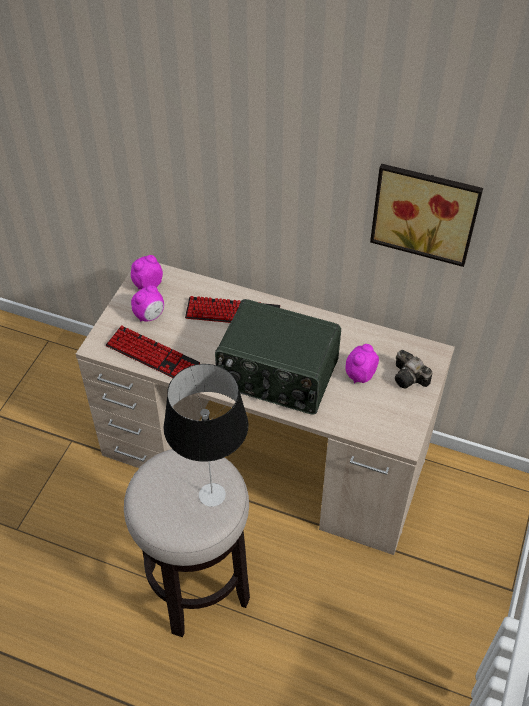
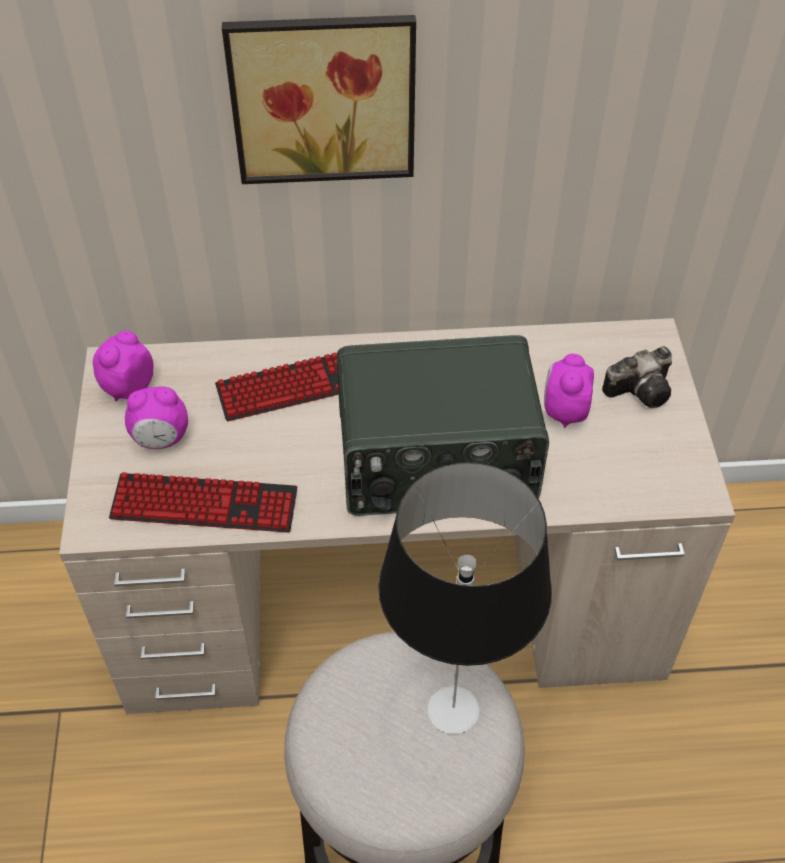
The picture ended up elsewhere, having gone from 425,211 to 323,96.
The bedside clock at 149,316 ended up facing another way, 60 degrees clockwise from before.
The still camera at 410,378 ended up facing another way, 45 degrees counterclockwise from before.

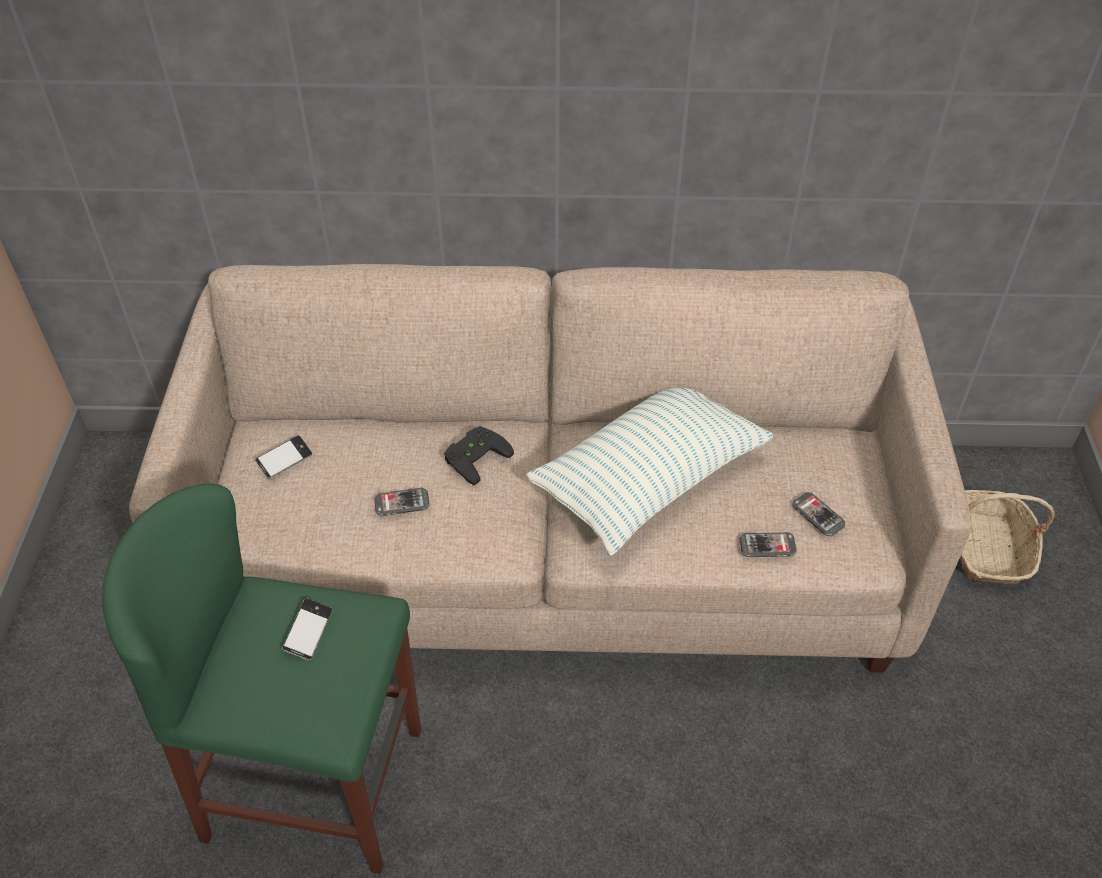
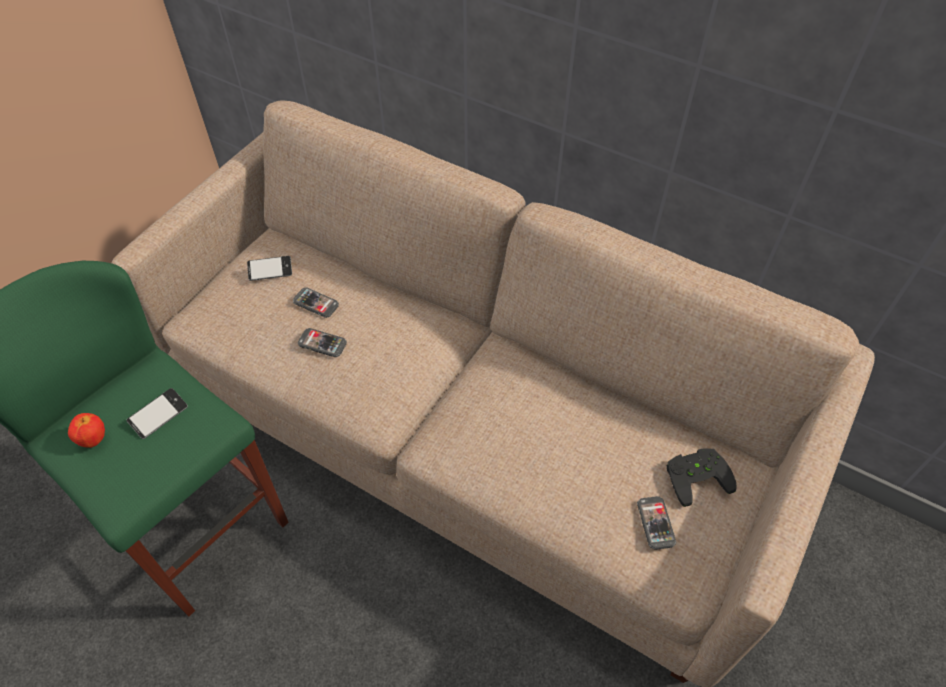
The second view lost the throw pillow at 649,478.
The second view lost the basket at 987,548.
The second view gained the apple at 93,439.
The black joypad ended up elsewhere, having gone from 474,455 to 696,475.
The phone ended up elsewhere, having gone from 767,546 to 316,303.

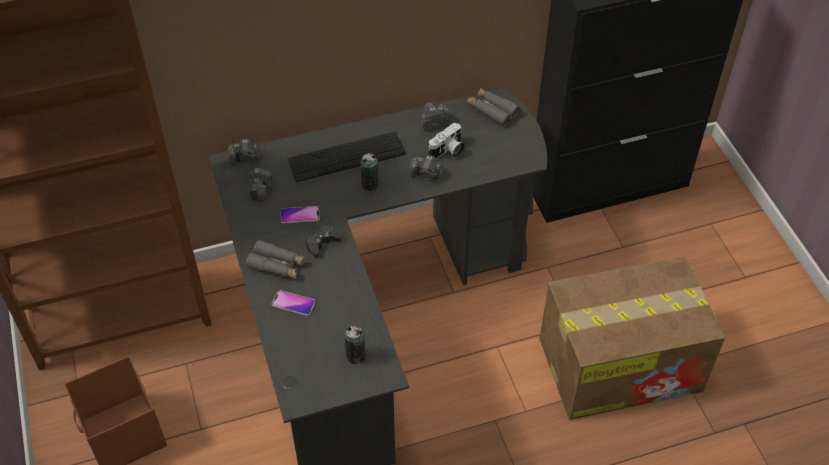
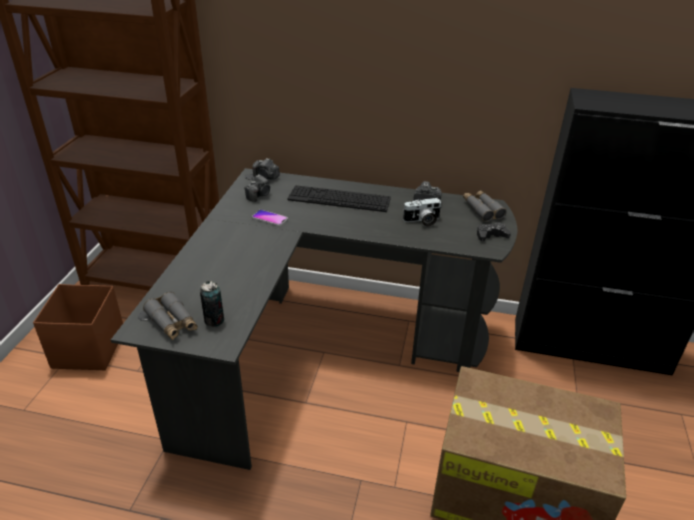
The second view lost the phone at 293,303.
The second view lost the can at 370,185.
The second view lost the still camera at 426,175.
The grey pair of binoculars ended up elsewhere, having gone from 277,265 to 172,322.
The black joypad ended up elsewhere, having gone from 322,243 to 491,235.

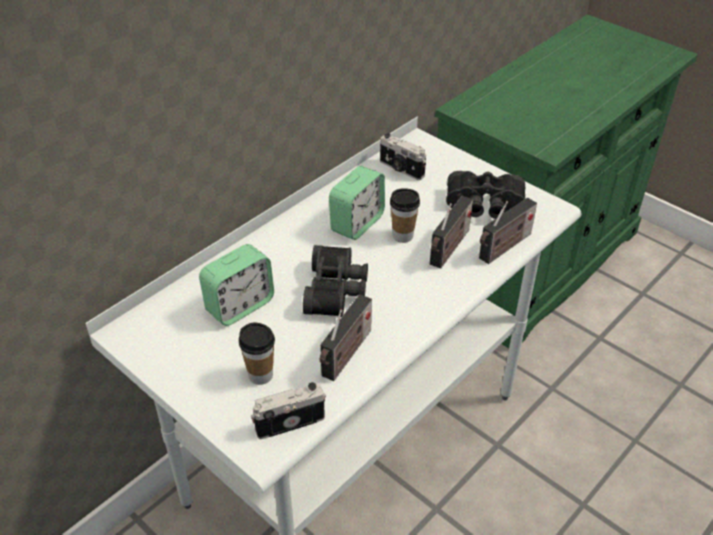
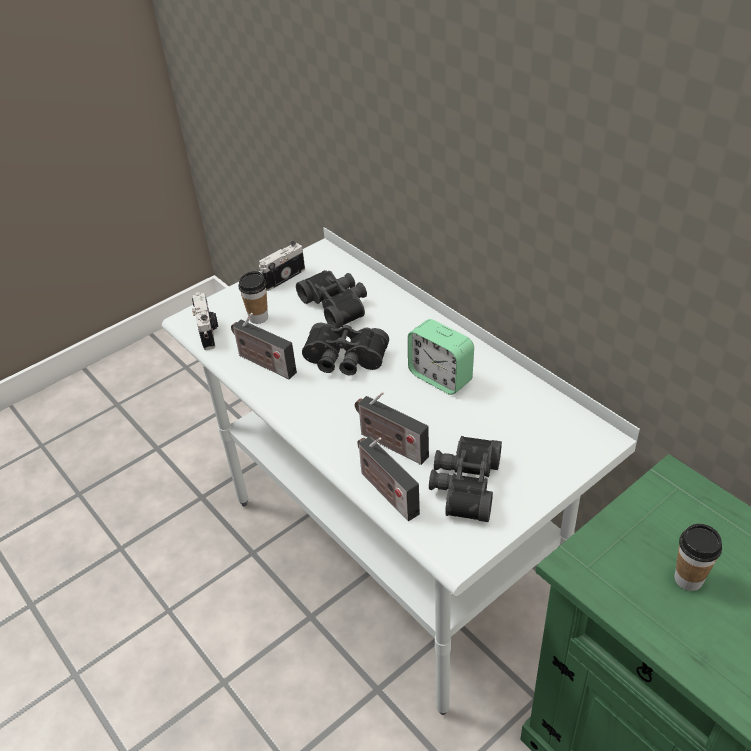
The still camera ended up elsewhere, having gone from 400,169 to 282,277.
The small cup ended up elsewhere, having gone from 403,236 to 688,579.
Where the bedside clock stood at 240,306, the black pair of binoculars came to stand at 337,305.

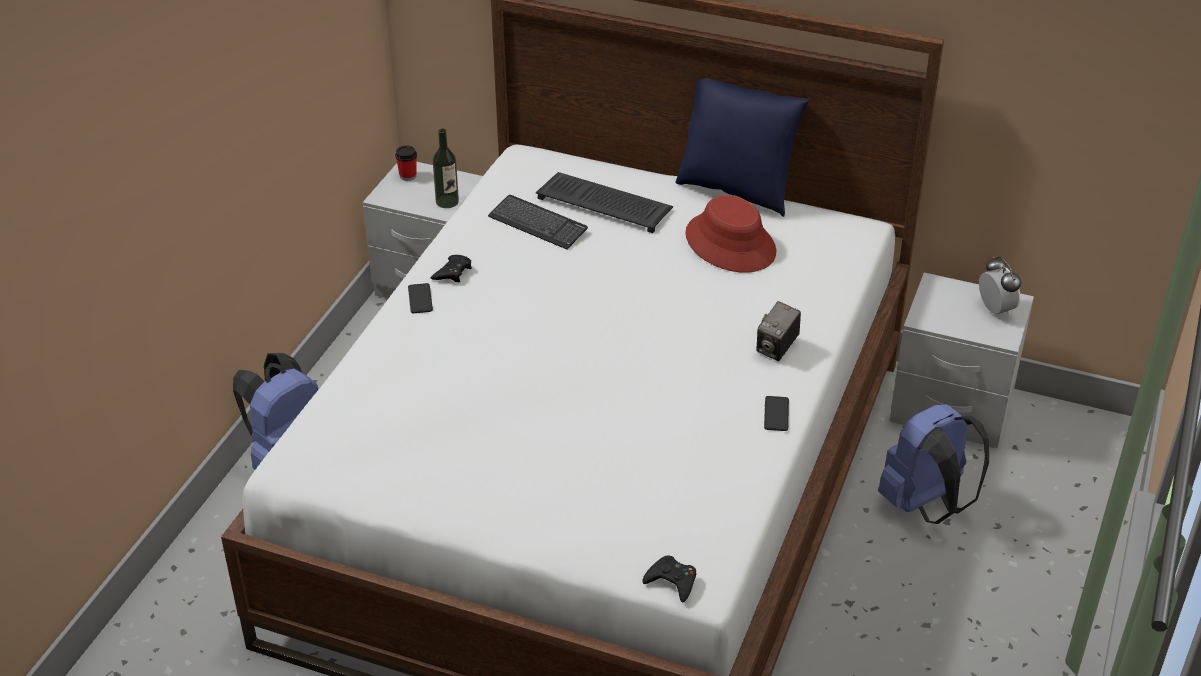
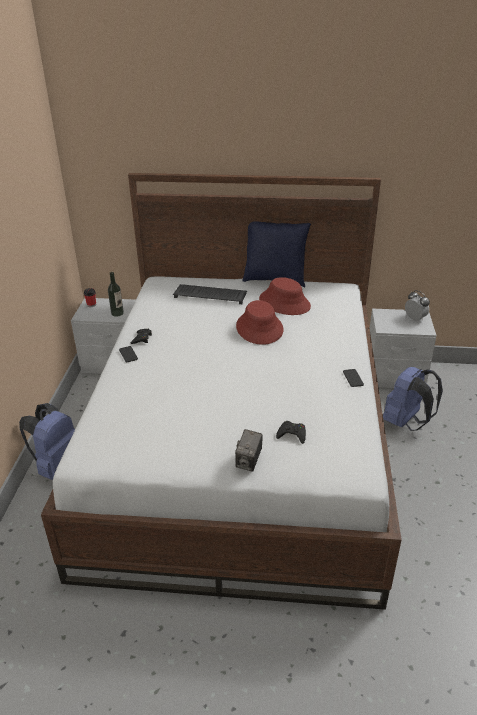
The second view lost the keyboard at 538,224.
The second view gained the red wearable hat at 259,328.
The black joypad ended up elsewhere, having gone from 672,581 to 292,434.
The still camera ended up elsewhere, having gone from 777,349 to 249,462.

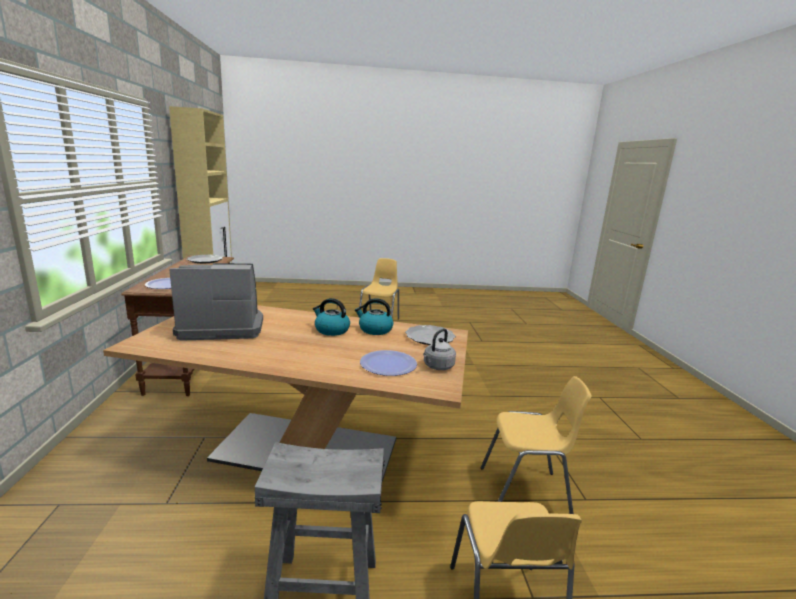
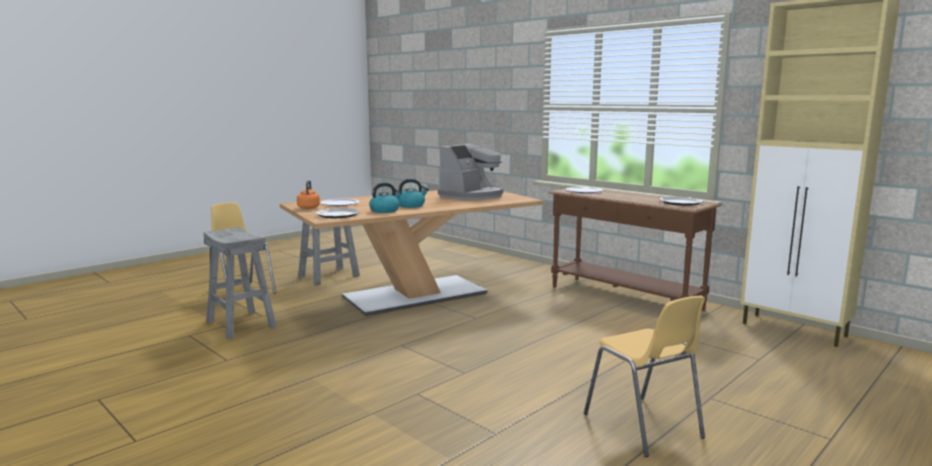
Where the yellowish upright chair stood at 525,492, the grey stool seat came to stand at 240,324.
What was the grey tea kettle at 437,367 turned into the orangey tea kettle at 309,207.

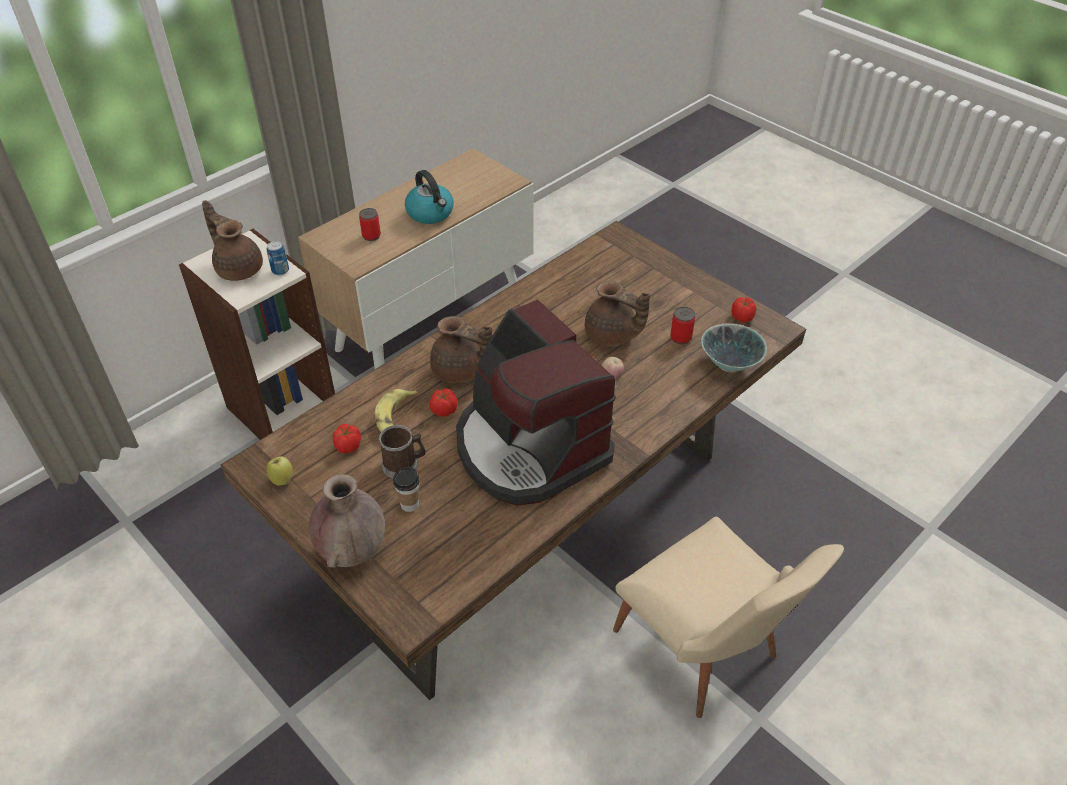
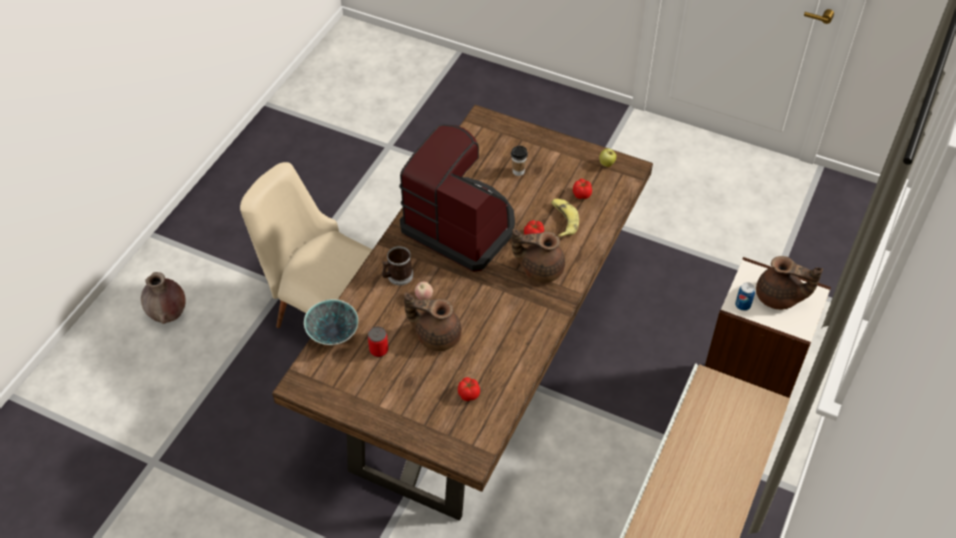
The second view lost the can at 371,236.
The second view lost the tea kettle at 431,213.
The brownish vase ended up elsewhere, having gone from 353,552 to 168,315.
The coffee mug ended up elsewhere, having gone from 404,464 to 397,276.
The whole tomato ended up elsewhere, having gone from 742,317 to 468,394.

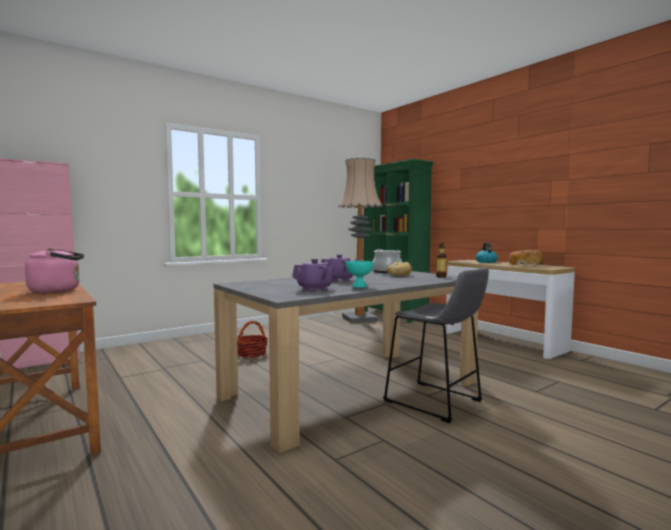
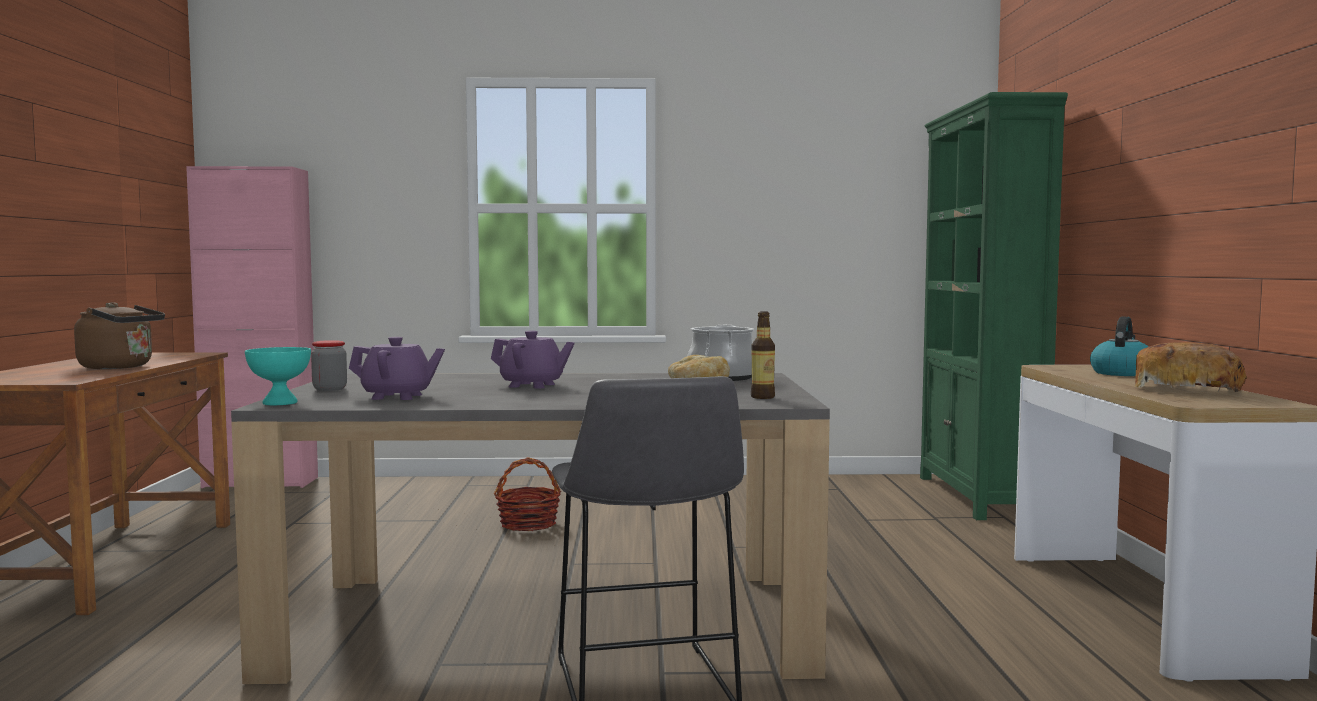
The second view lost the floor lamp at 359,319.
The second view gained the storage jar at 329,389.
The blue-green deep dish ended up elsewhere, having gone from 360,286 to 280,403.
What was the pink tea kettle at 58,290 turned into the brownish tea kettle at 120,367.

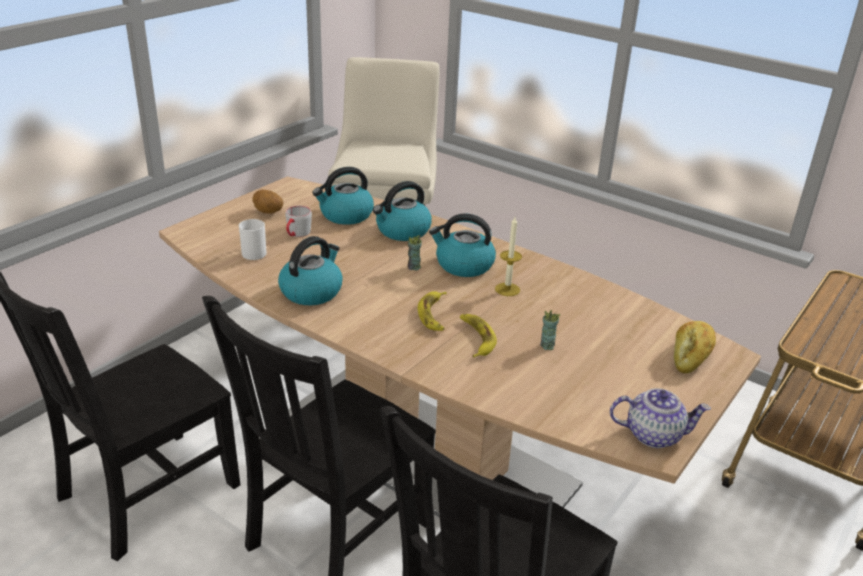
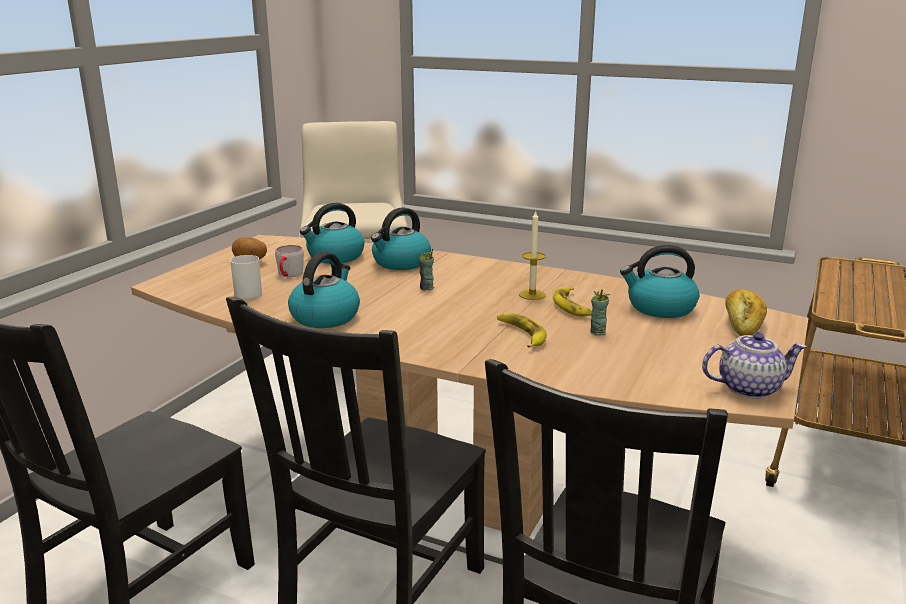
The banana ended up elsewhere, having gone from 434,315 to 572,306.
The tea kettle ended up elsewhere, having gone from 463,265 to 660,308.

